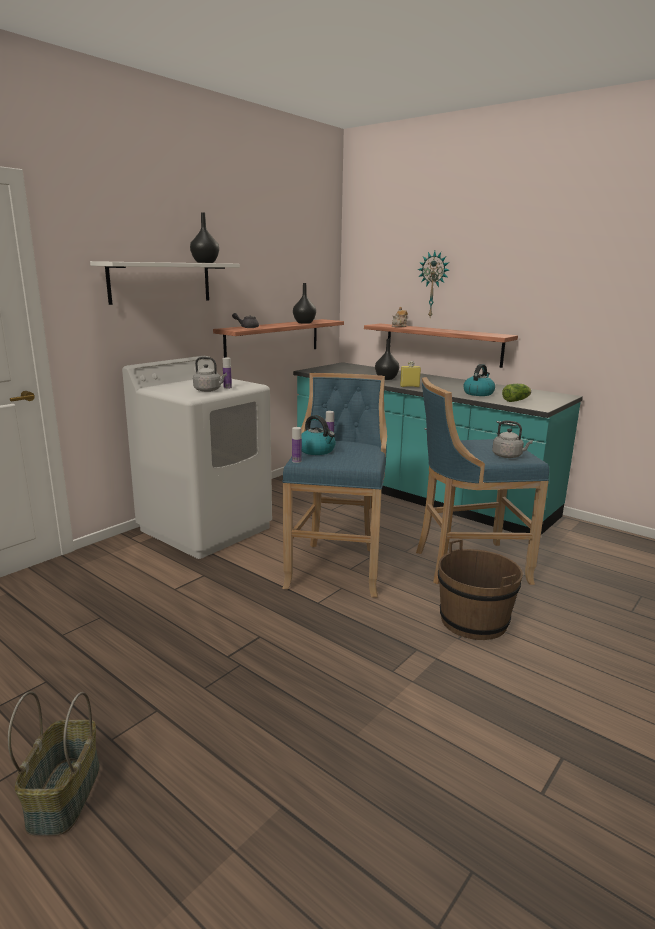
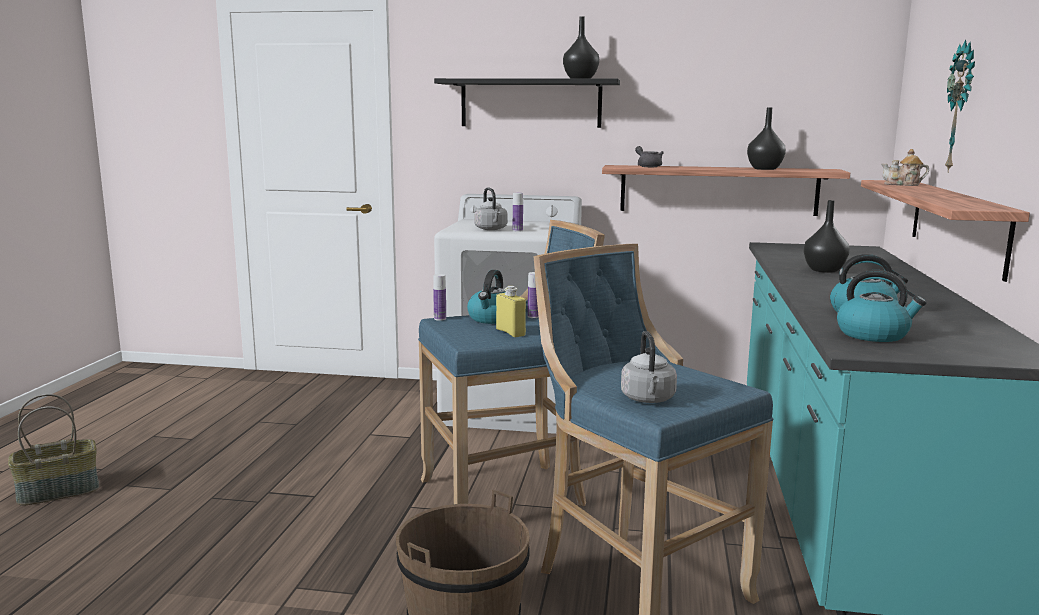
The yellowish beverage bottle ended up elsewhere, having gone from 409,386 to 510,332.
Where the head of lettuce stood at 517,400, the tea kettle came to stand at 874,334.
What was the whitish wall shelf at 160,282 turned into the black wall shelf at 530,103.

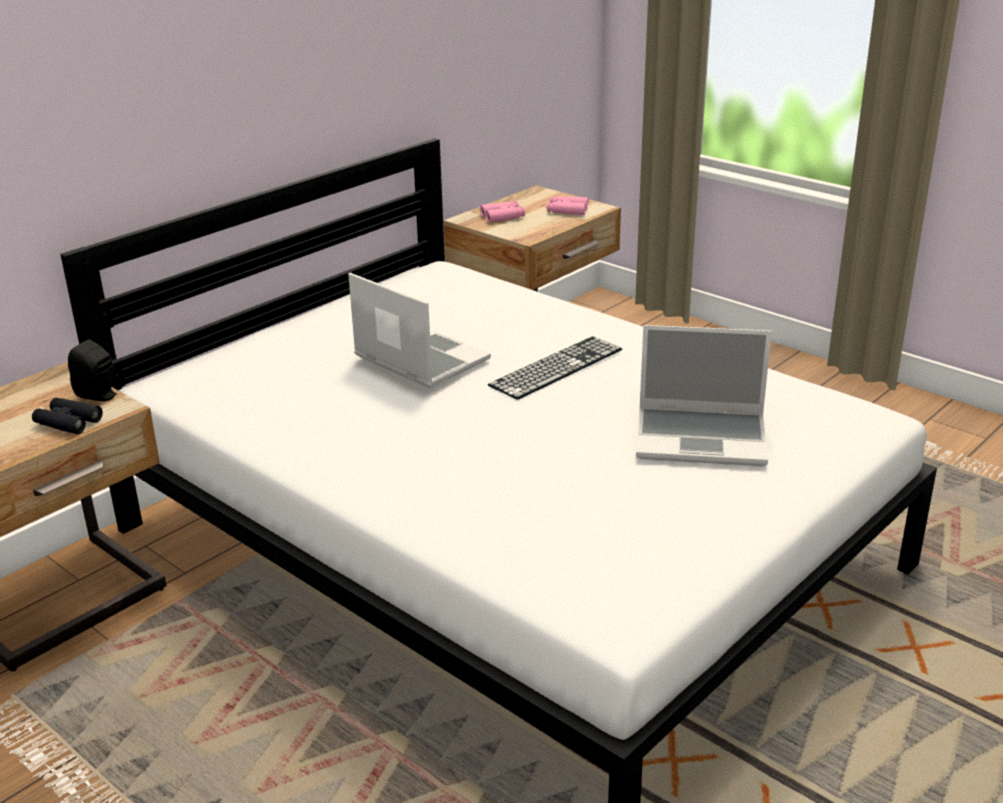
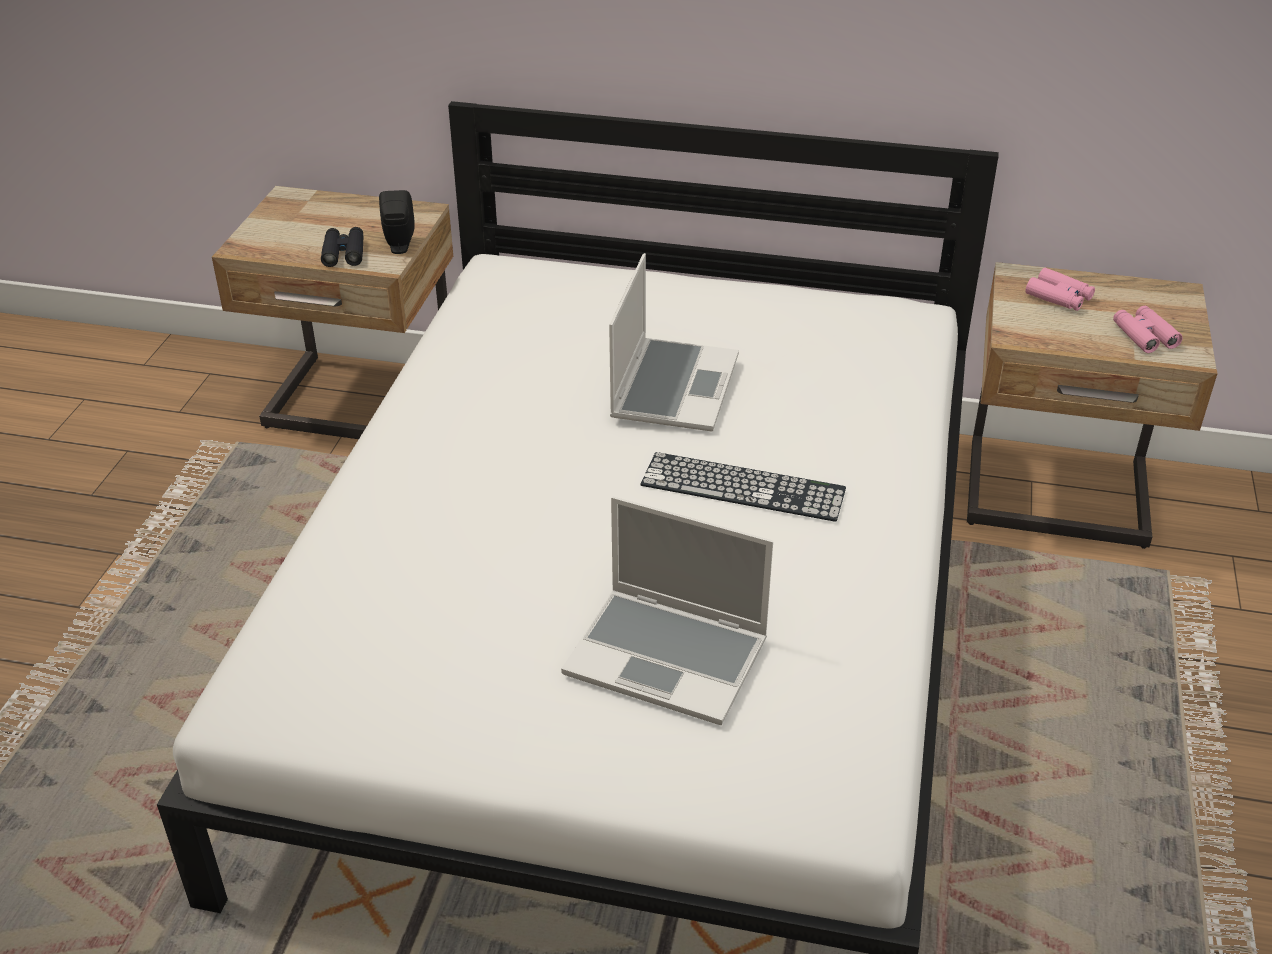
The portable computer at 702,438 ended up facing another way, 45 degrees counterclockwise from before.

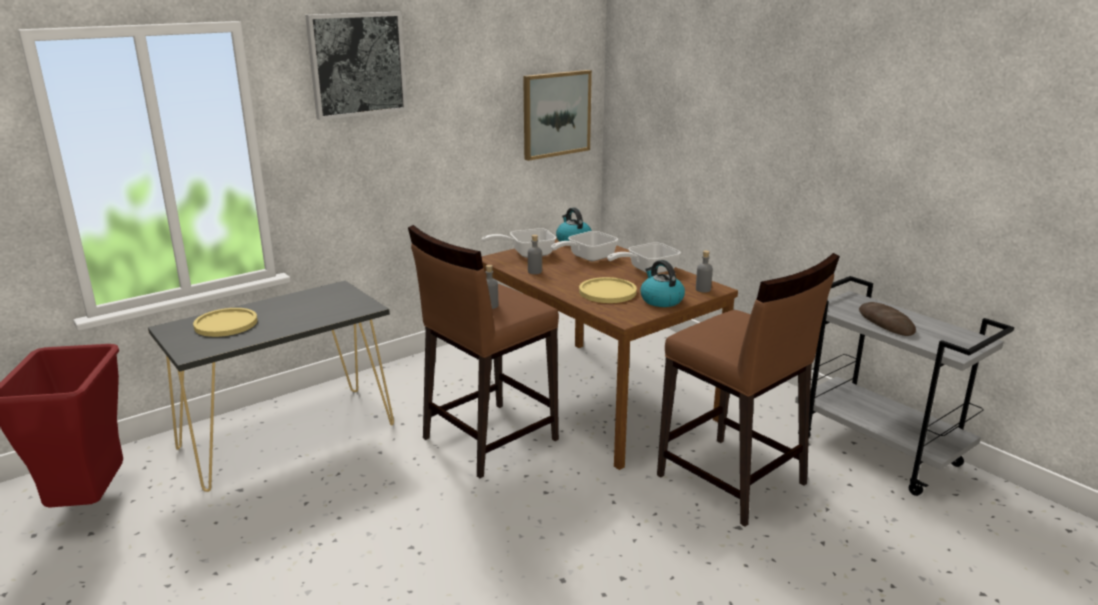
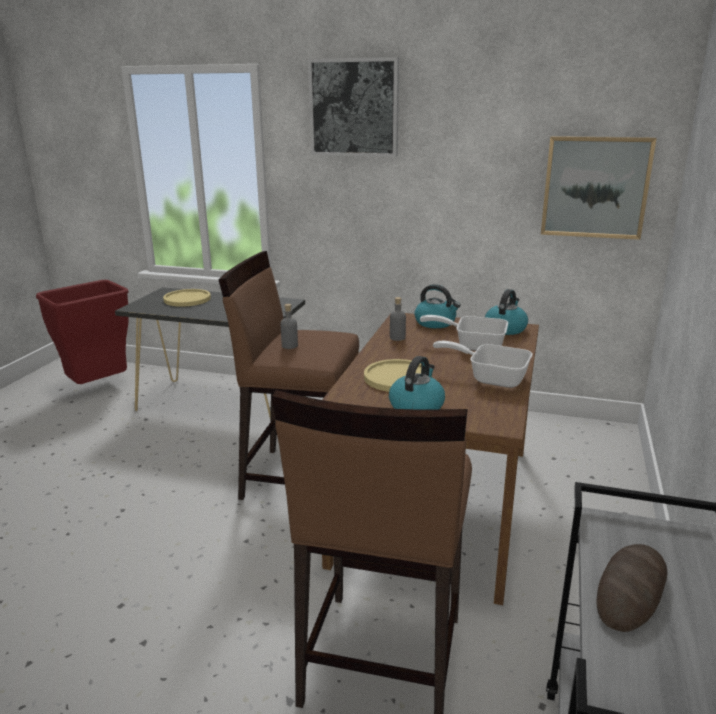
The second view lost the grey beverage bottle at 703,289.
Where the frying pan stood at 526,253, the tea kettle came to stand at 436,323.

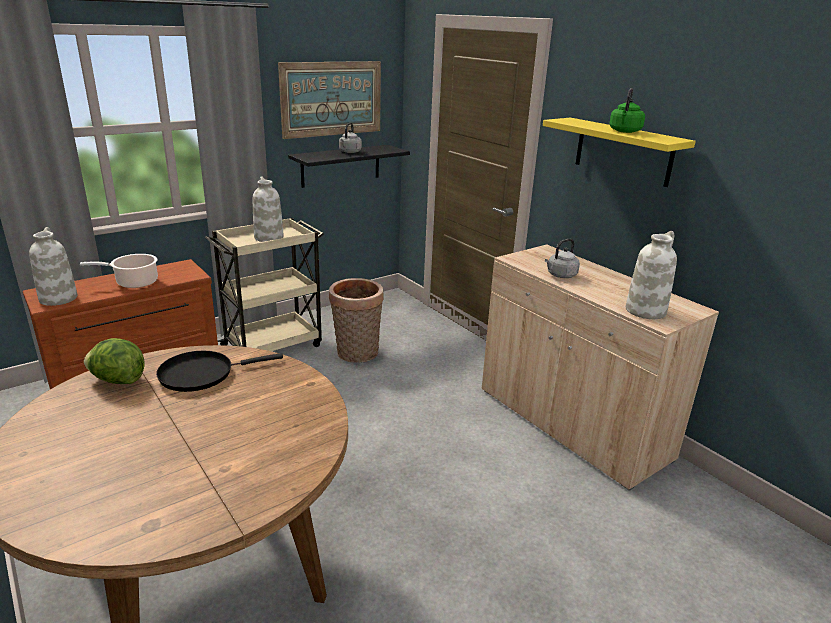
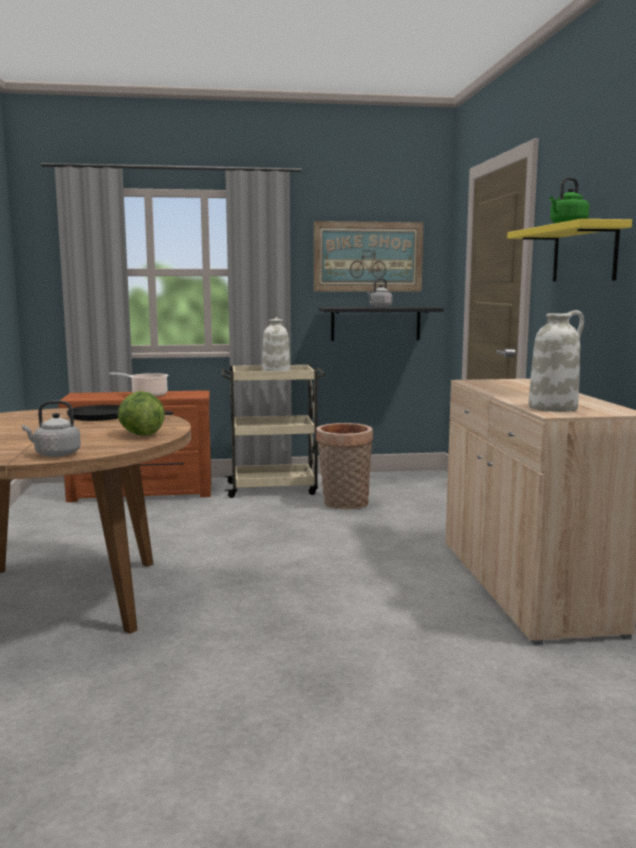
The second view lost the whitish vase at 58,298.
The head of lettuce ended up elsewhere, having gone from 118,380 to 140,434.
The grey tea kettle ended up elsewhere, having gone from 560,275 to 55,454.

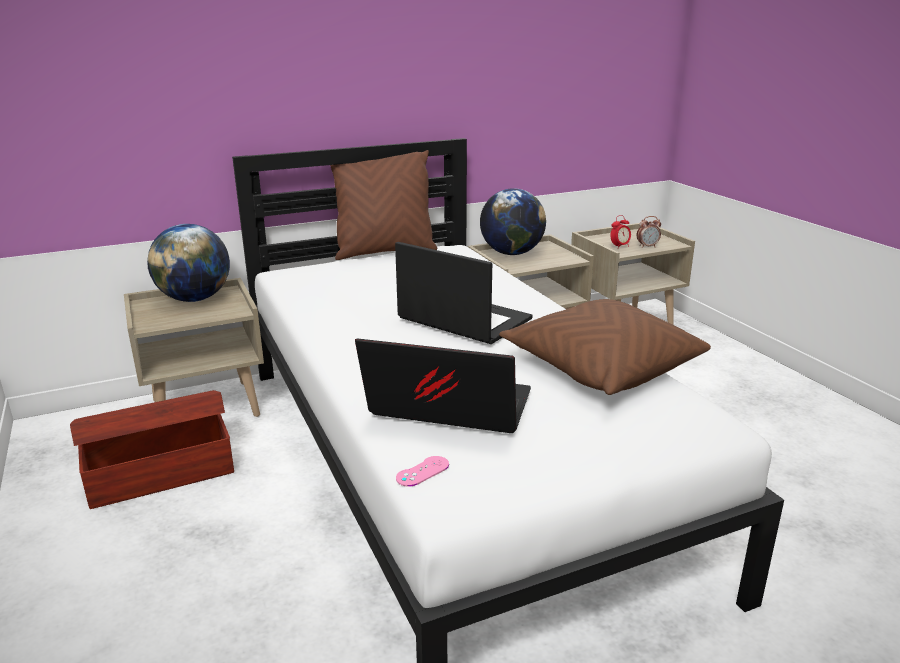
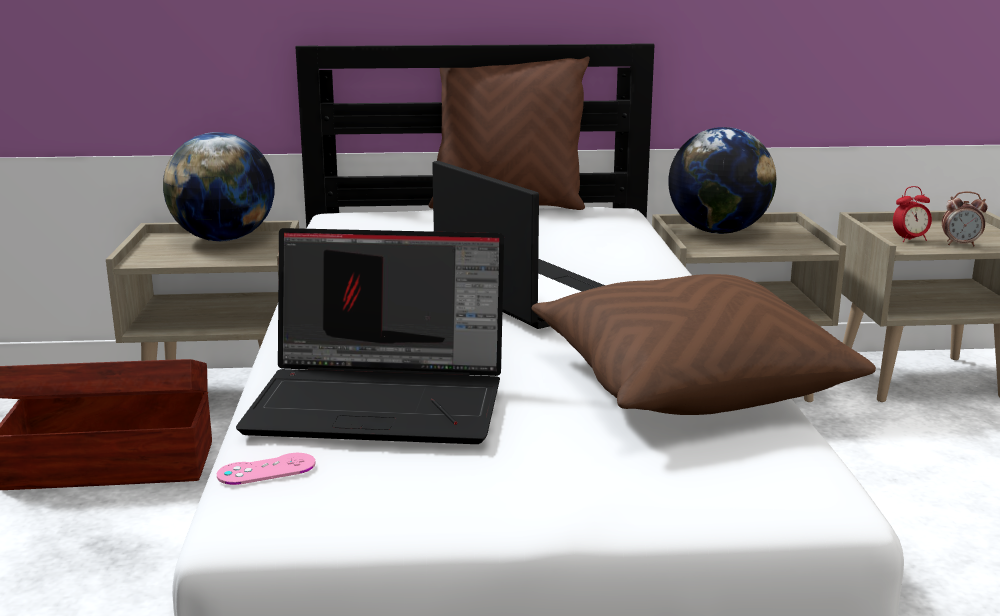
The portable computer at 446,410 ended up facing another way, 150 degrees clockwise from before.

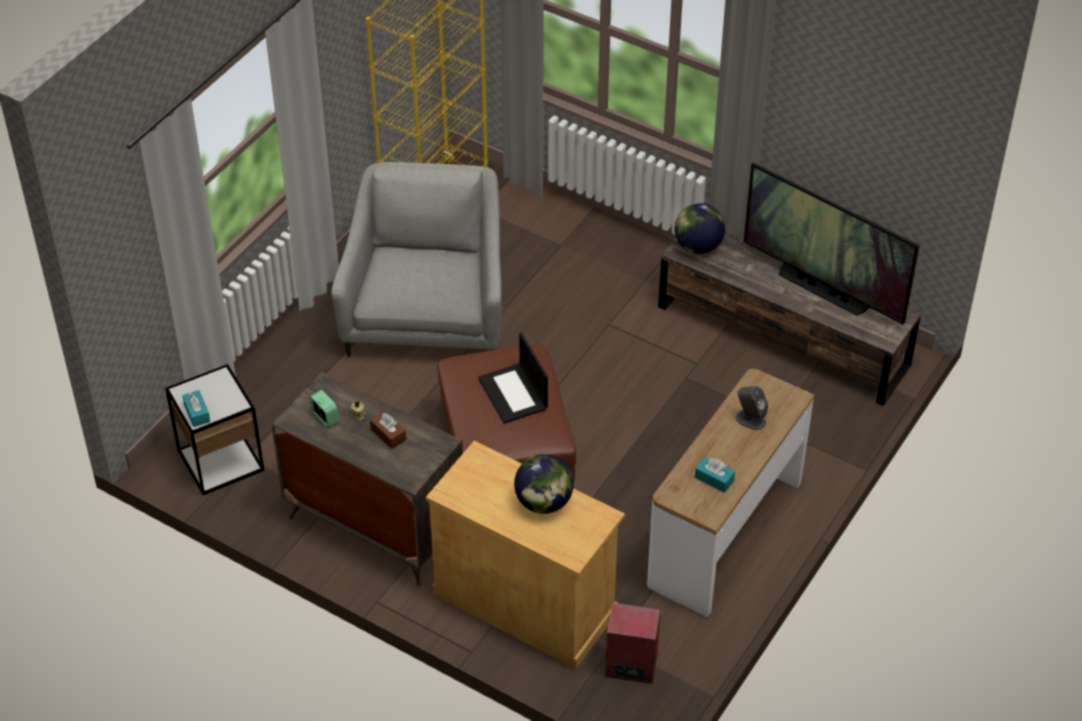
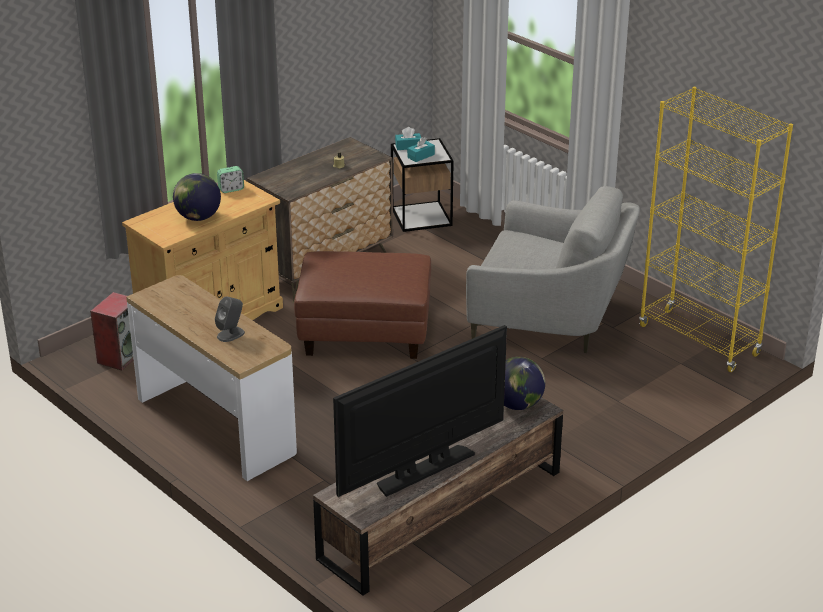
The second view lost the brownish box of tissues at 388,434.
The second view lost the portable computer at 514,394.
The bedside clock ended up elsewhere, having gone from 325,418 to 231,189.
The blue-green box of tissues ended up elsewhere, having gone from 714,479 to 421,156.

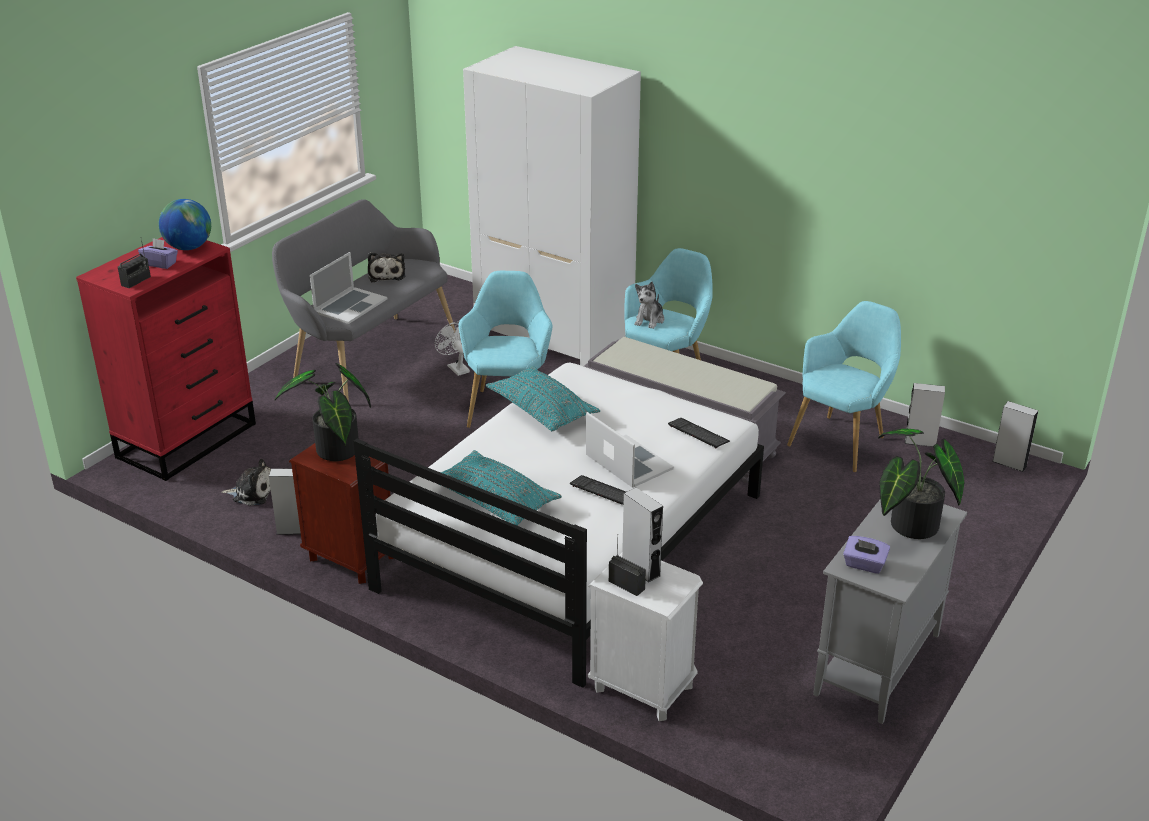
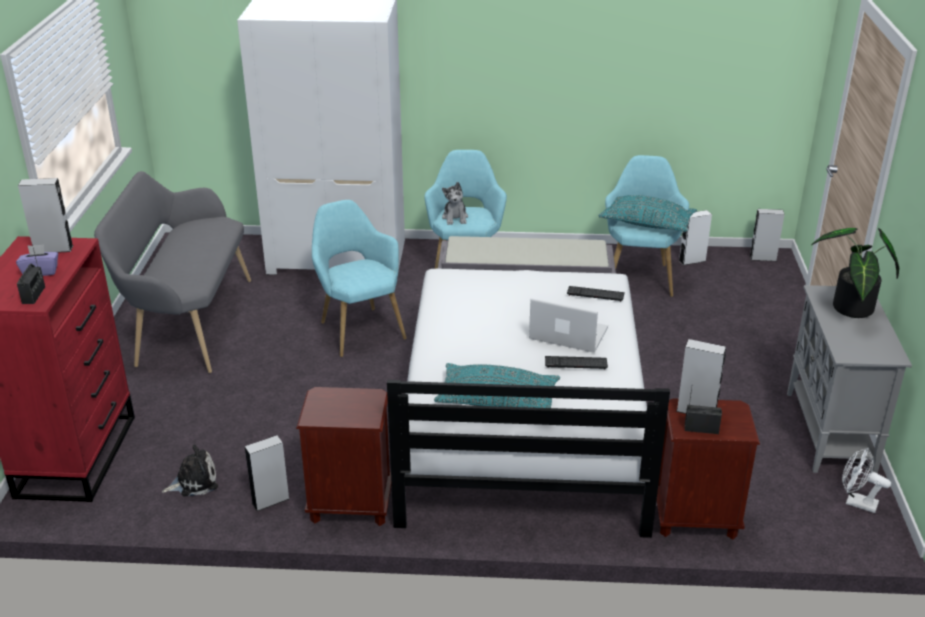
The second view lost the plant in a pot at 335,453.
The second view lost the portable computer at 350,306.
The second view lost the cuddly toy at 386,274.
The second view lost the purple-coloured box of tissues at 864,565.
The whitish electric fan ended up elsewhere, having gone from 456,368 to 856,502.
The blue-green throw pillow ended up elsewhere, having gone from 542,410 to 646,223.
Where the globe stood at 188,247, the grey loudspeaker came to stand at 53,249.
What was the whitish nightstand at 642,688 turned into the brownish nightstand at 695,518.

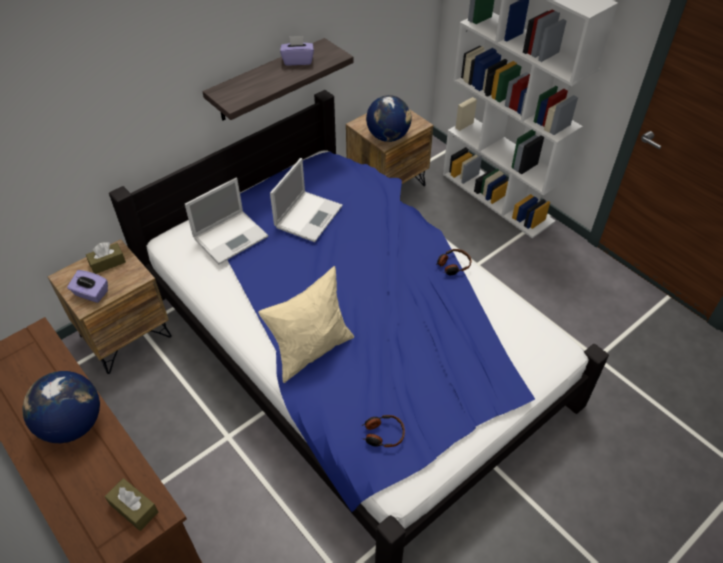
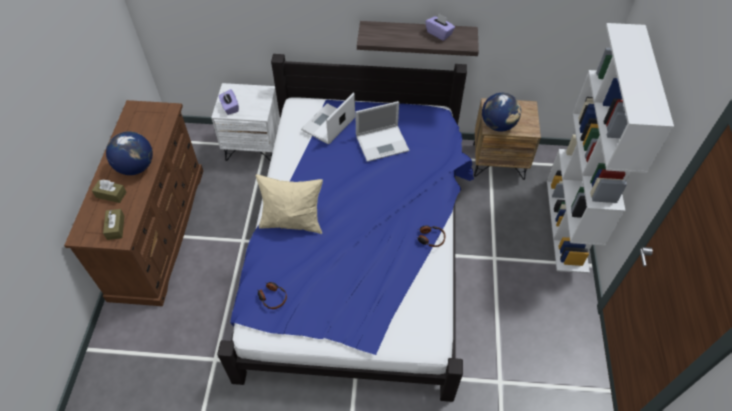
The brownish box of tissues ended up elsewhere, having gone from 107,263 to 111,194.
What was the brownish nightstand at 125,335 turned into the whitish nightstand at 254,146.
The portable computer at 231,236 ended up facing another way, 120 degrees clockwise from before.

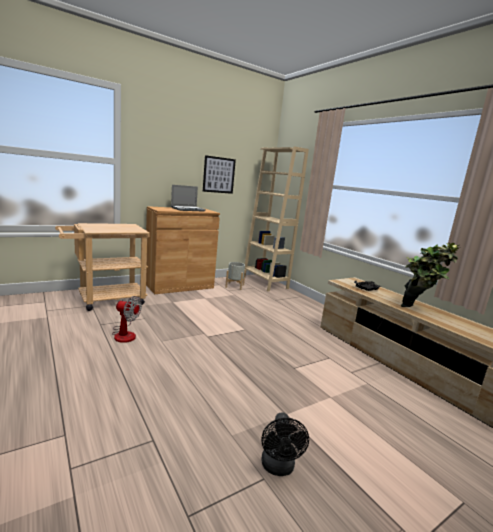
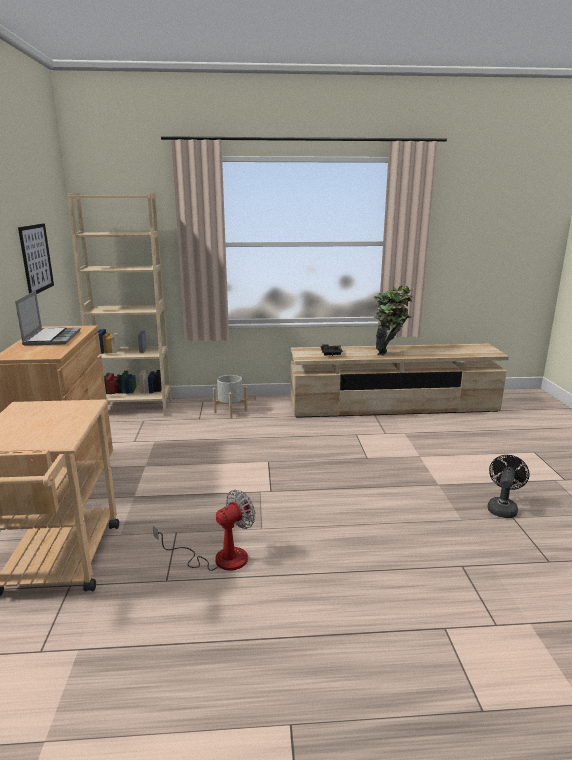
The grey planter ended up elsewhere, having gone from 234,286 to 230,411.
The black electric fan at 278,468 ended up facing another way, 90 degrees counterclockwise from before.

